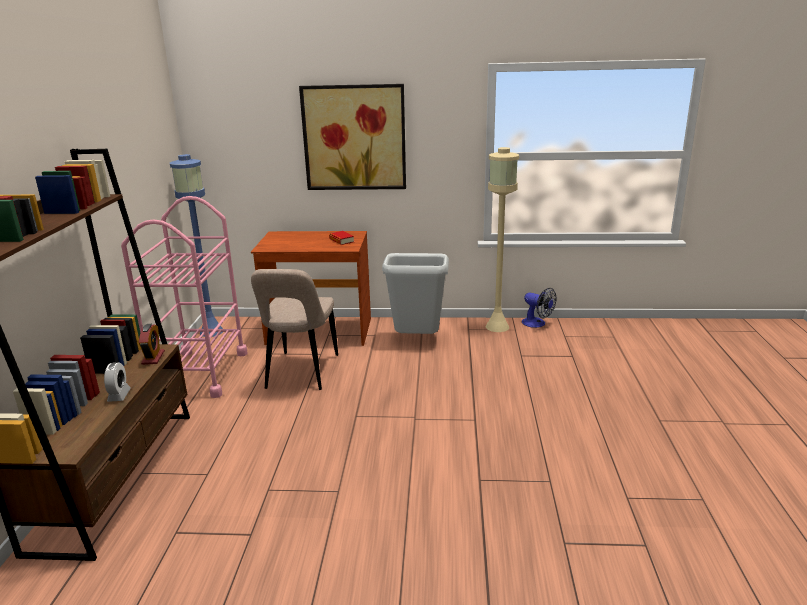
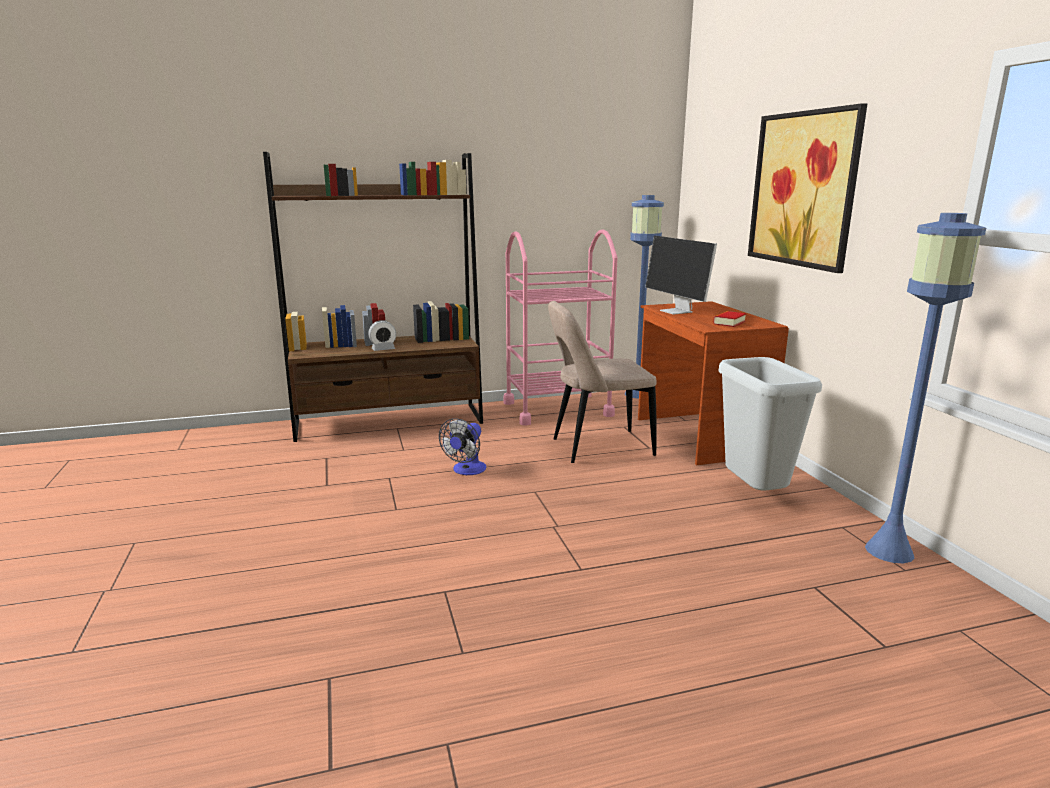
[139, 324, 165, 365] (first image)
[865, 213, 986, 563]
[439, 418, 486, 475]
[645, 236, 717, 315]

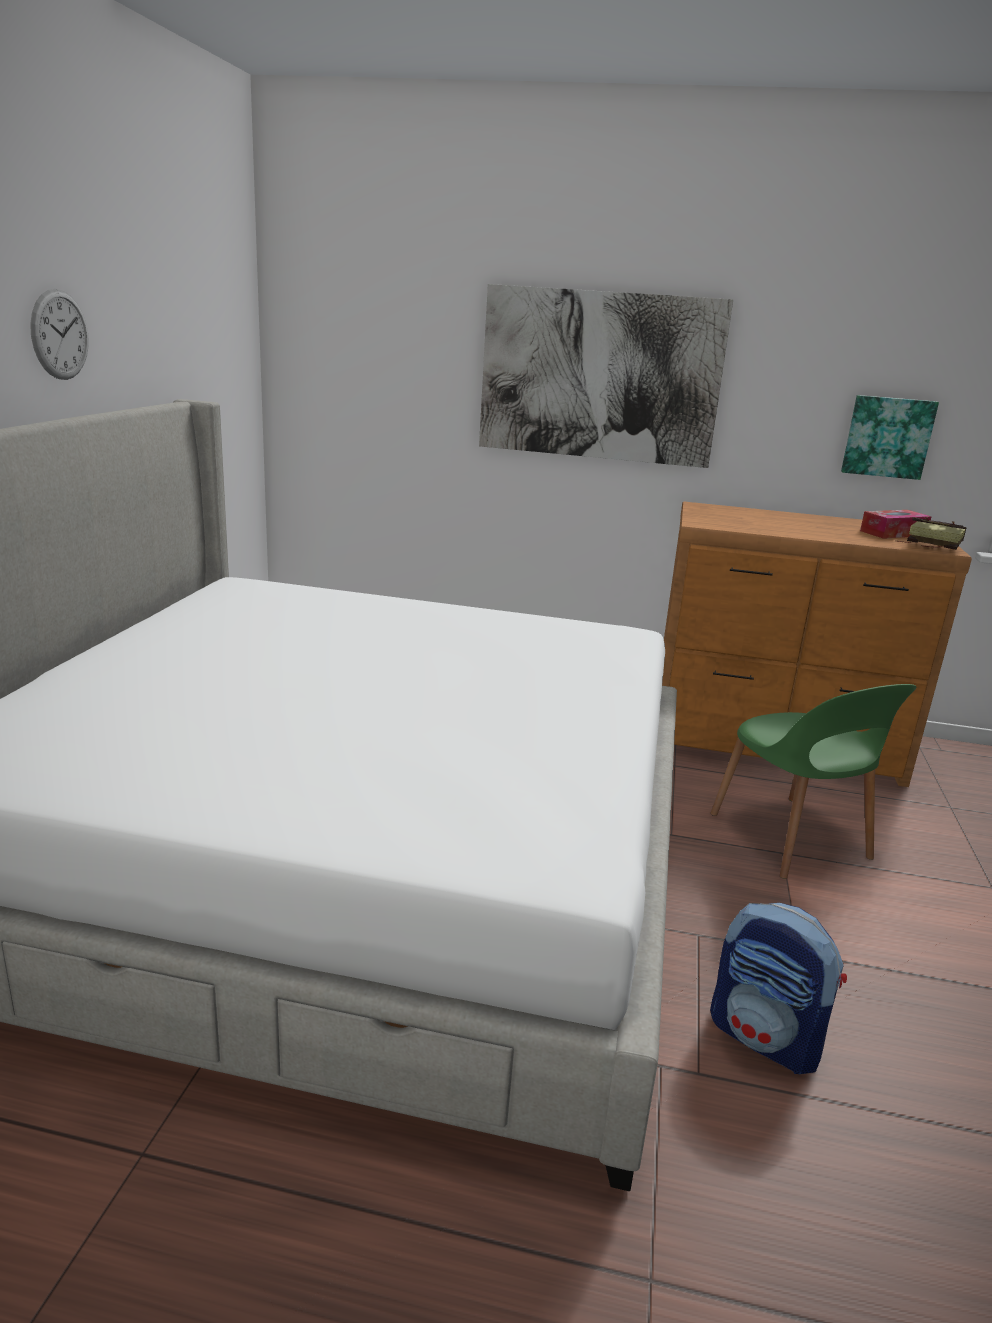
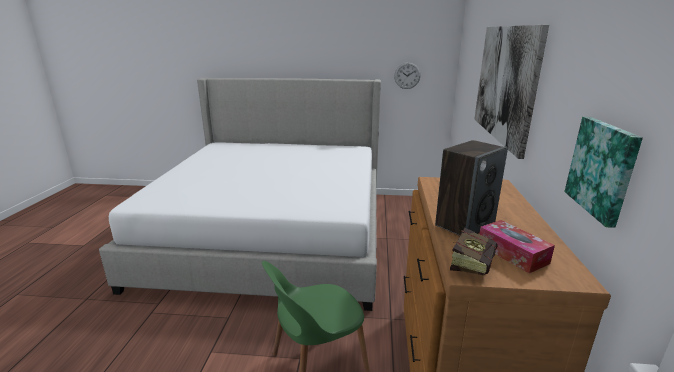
[394, 62, 421, 89]
[710, 903, 847, 1074] (first image)
[435, 140, 508, 236]

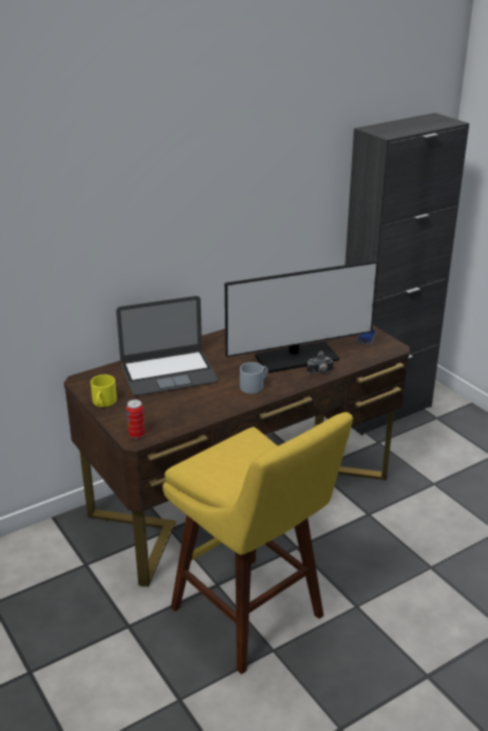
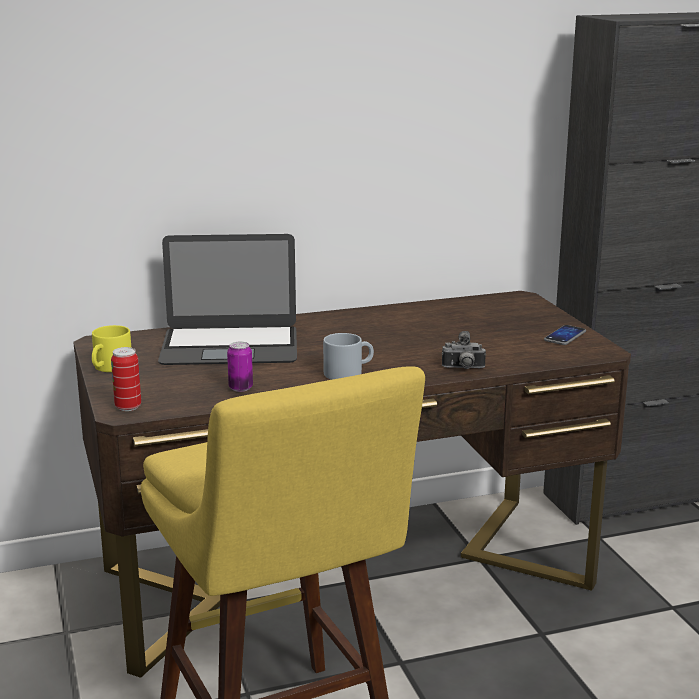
[225, 261, 378, 373] (first image)
[227, 342, 253, 392]

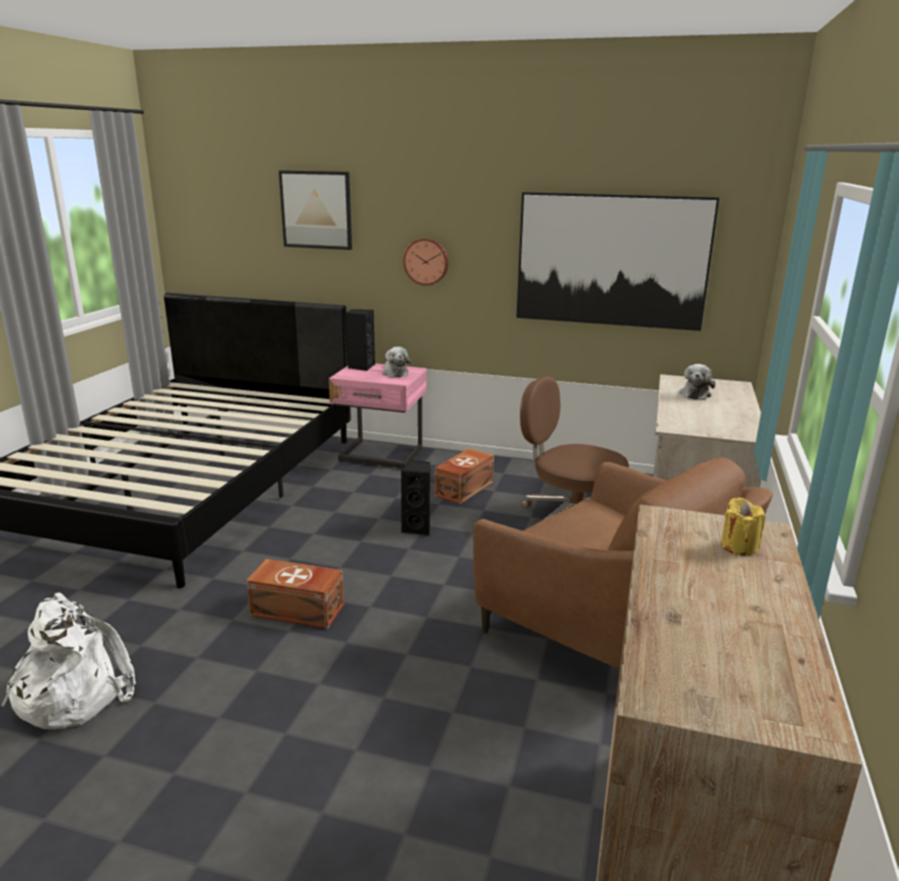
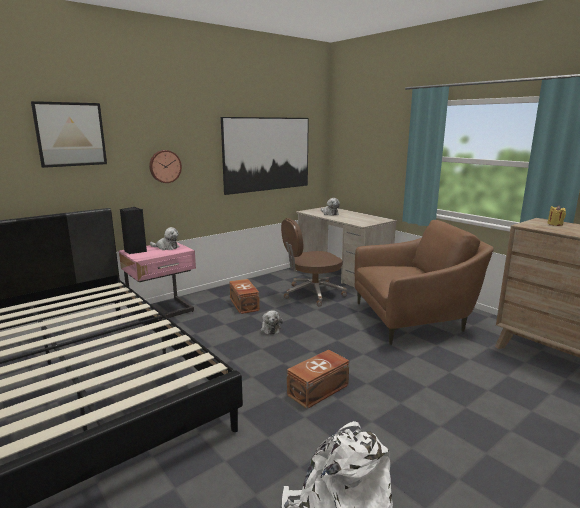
[260, 310, 283, 335]

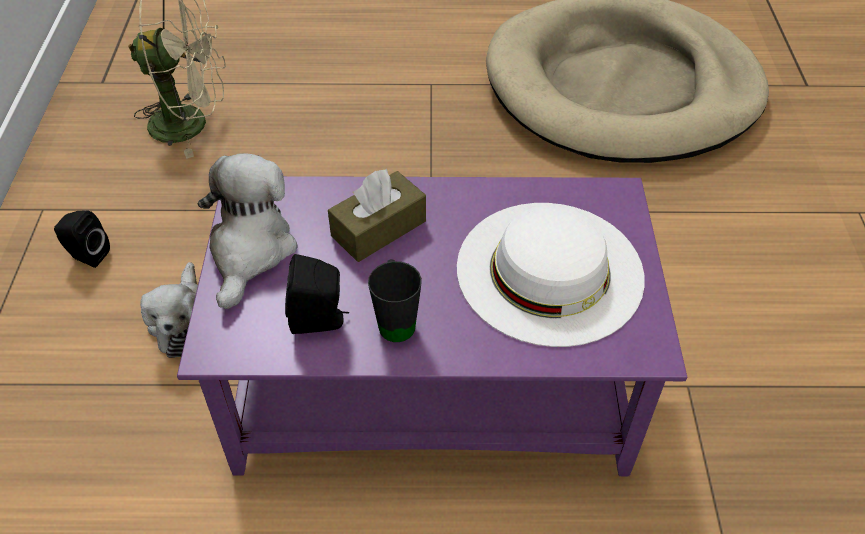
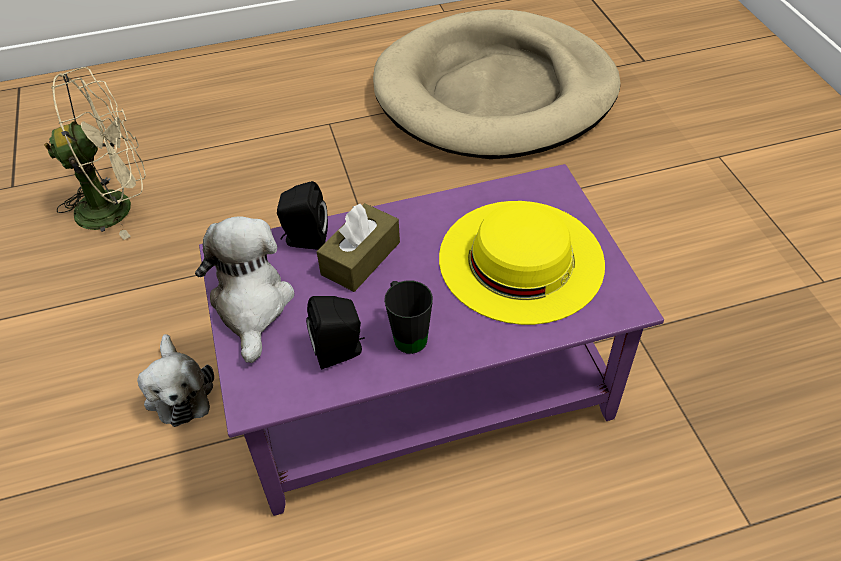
[277, 181, 328, 250]
[439, 201, 605, 325]

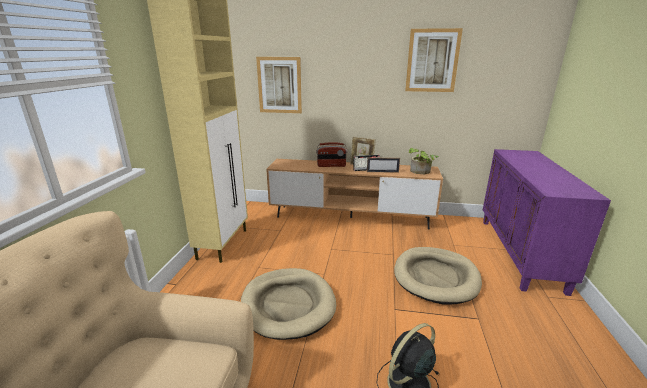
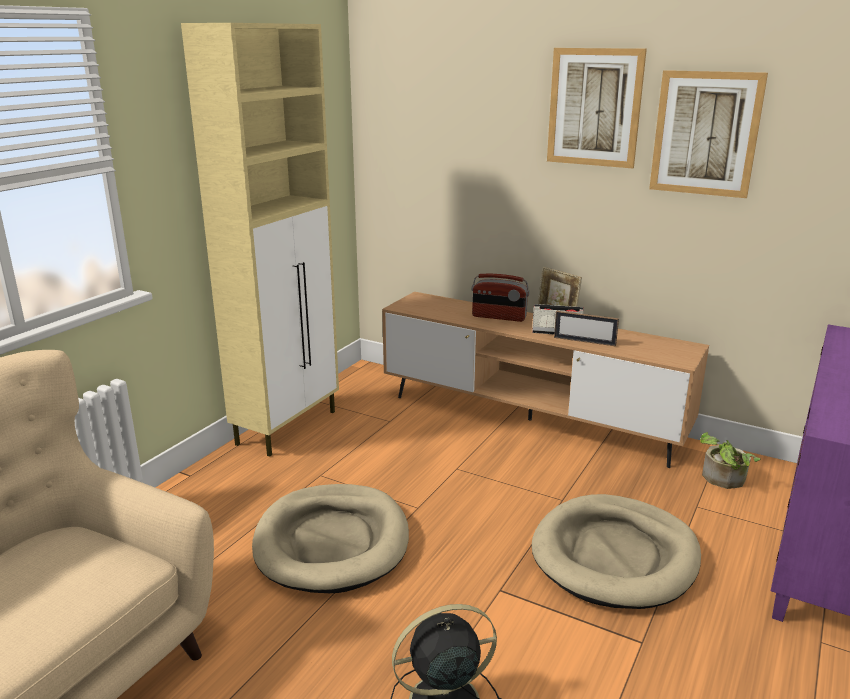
[547, 48, 647, 168]
[700, 432, 760, 489]

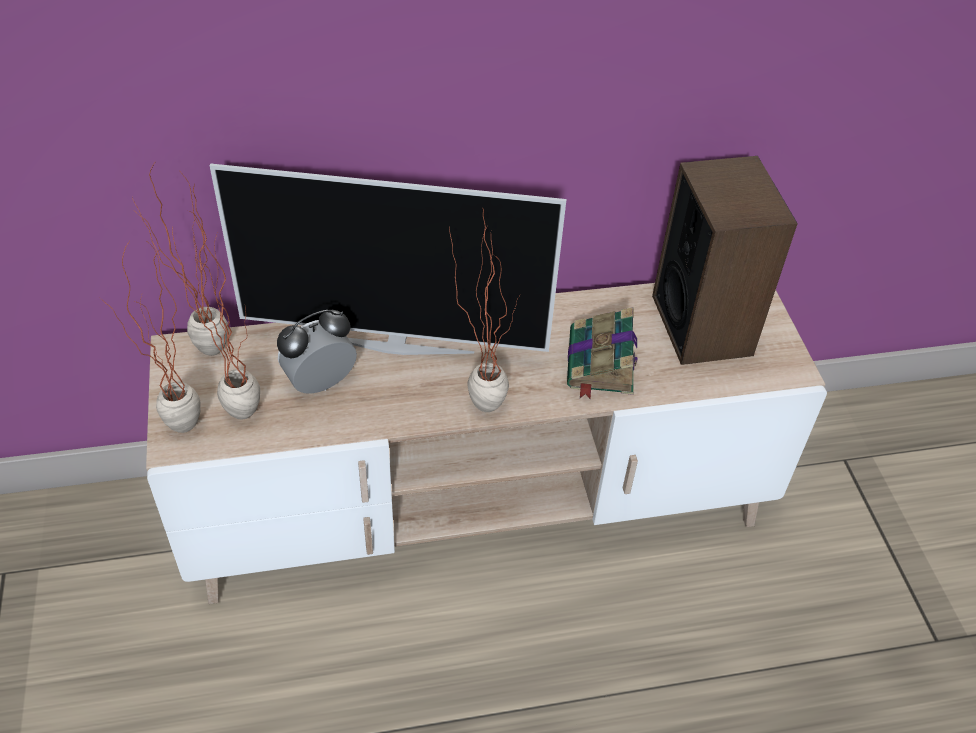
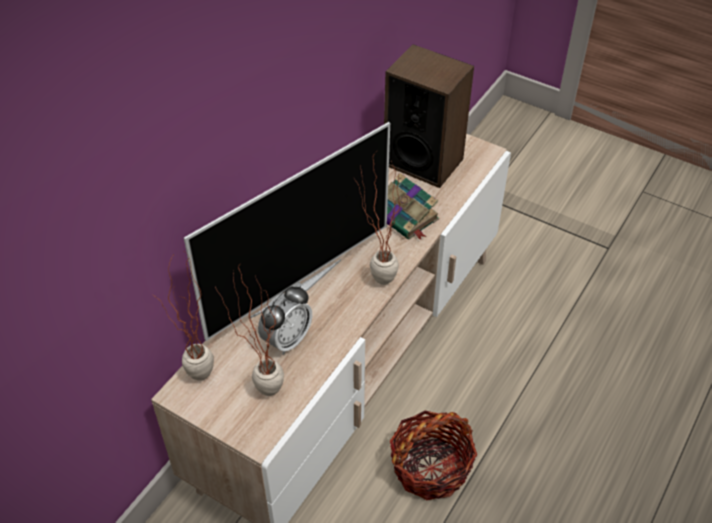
[100, 242, 201, 433] (first image)
[258, 285, 312, 355]
[390, 411, 477, 500]

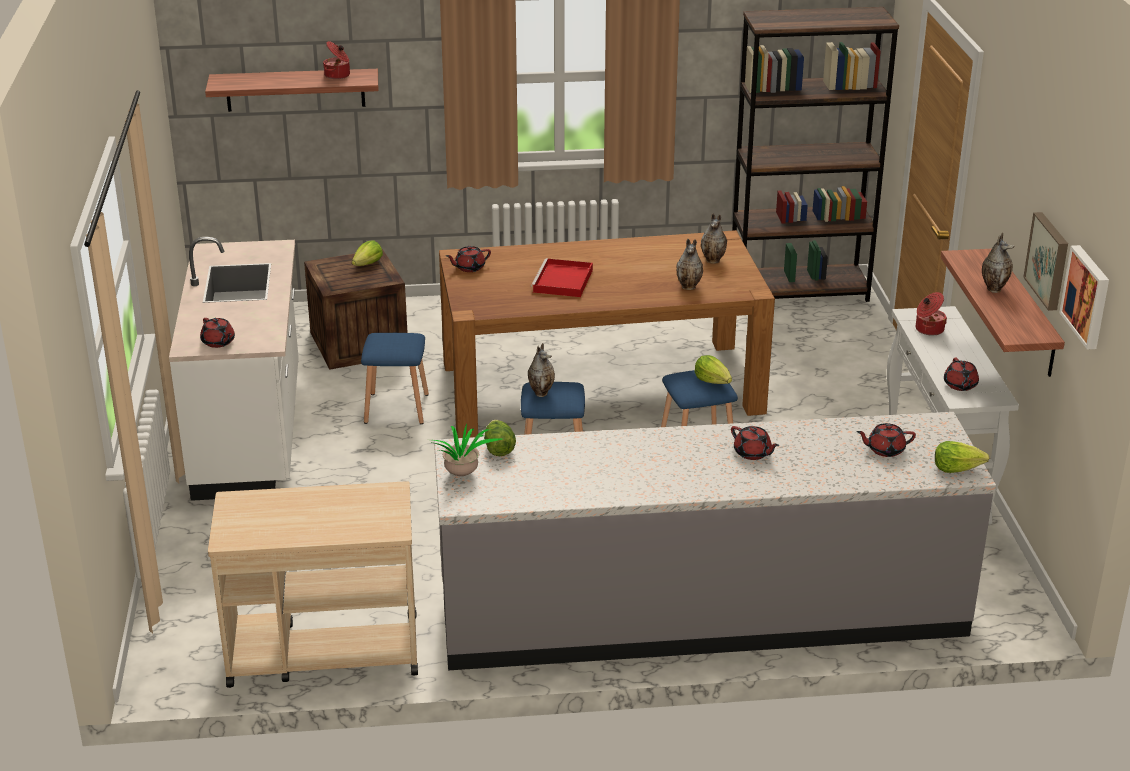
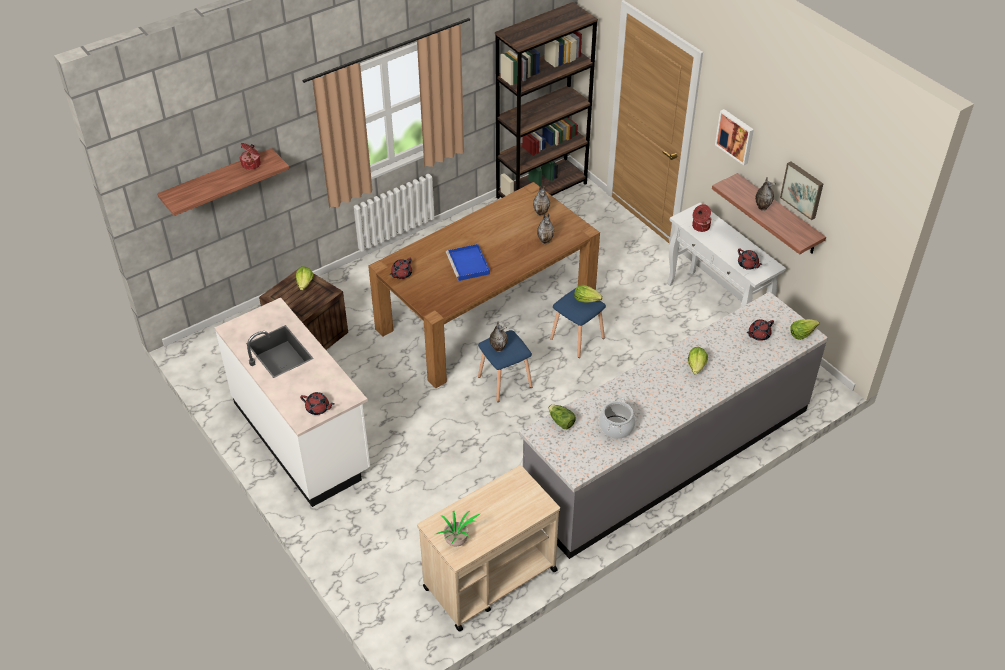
[361, 333, 429, 424] (first image)
[436, 511, 481, 546]
[446, 244, 490, 281]
[688, 347, 708, 375]
[715, 109, 754, 165]
[599, 397, 636, 439]

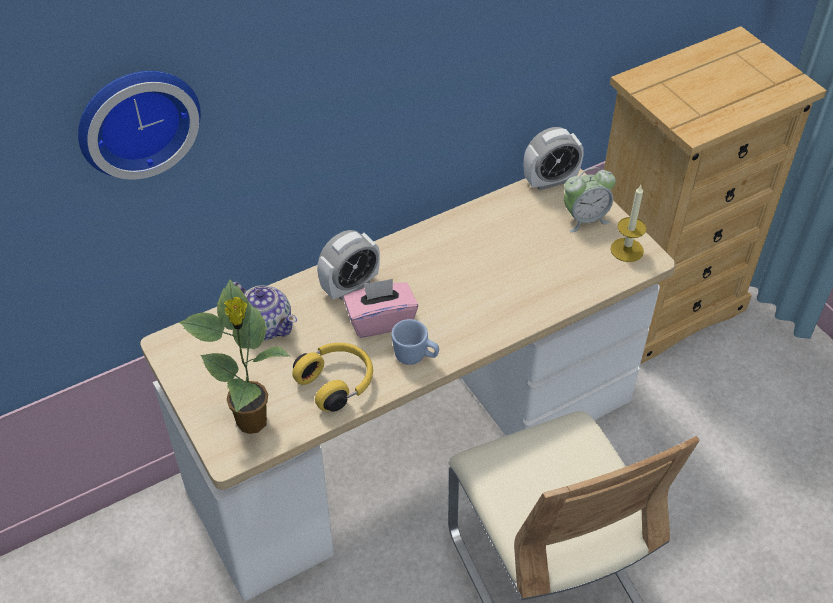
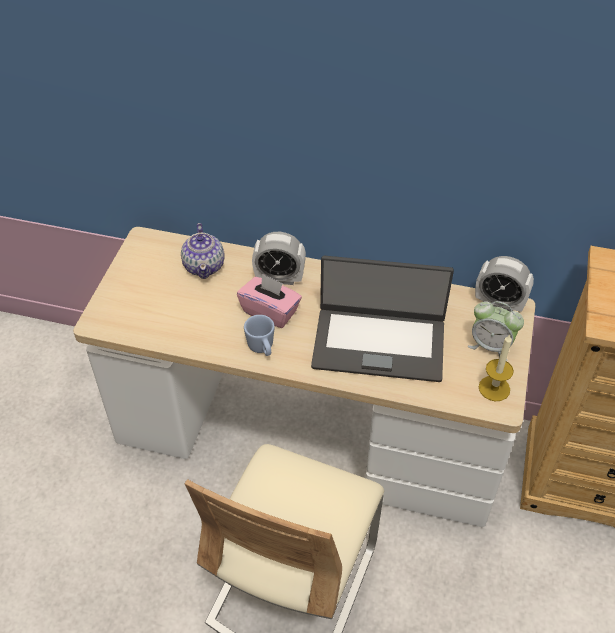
[78, 71, 201, 180] (first image)
[179, 279, 290, 434] (first image)
[292, 343, 373, 412] (first image)
[311, 256, 454, 382]

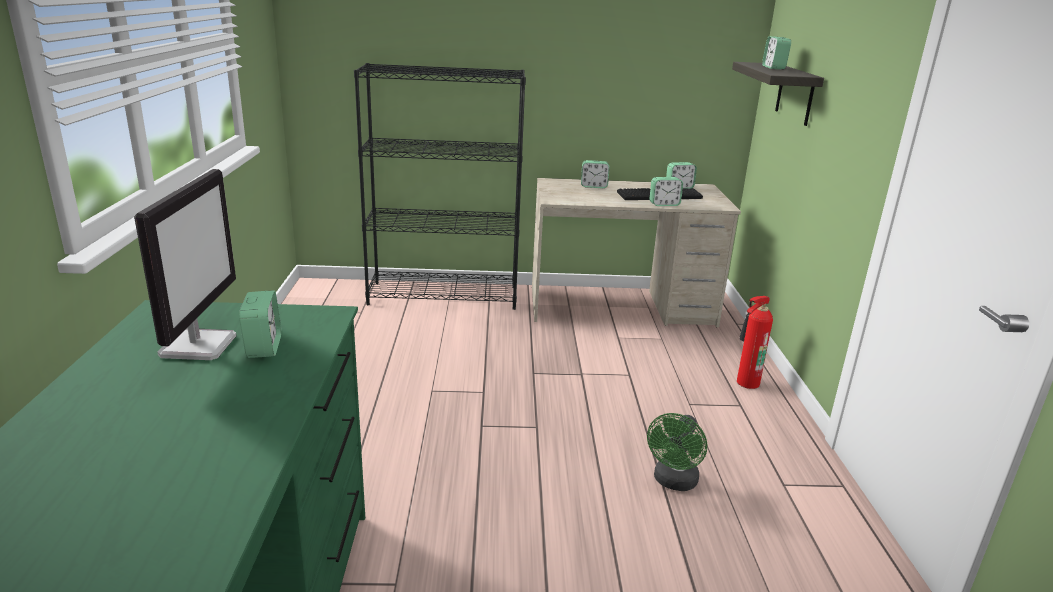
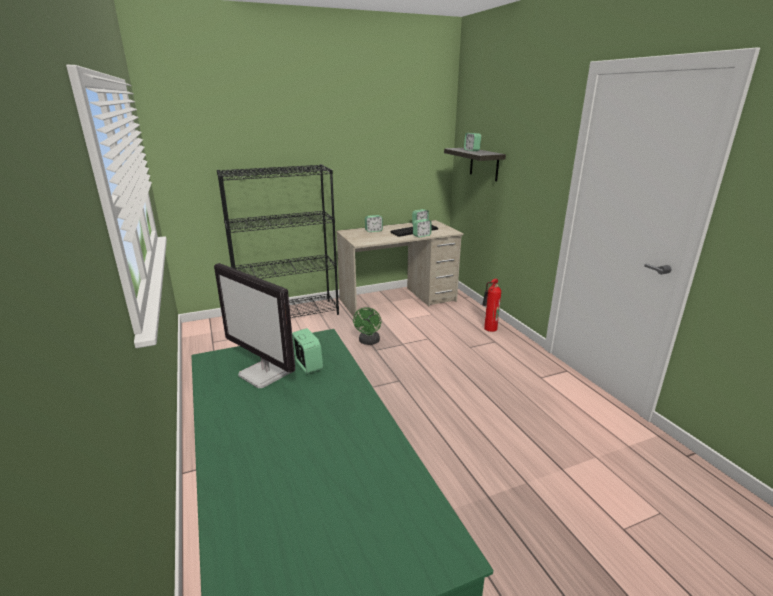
[214, 263, 295, 388]
[353, 307, 381, 345]

